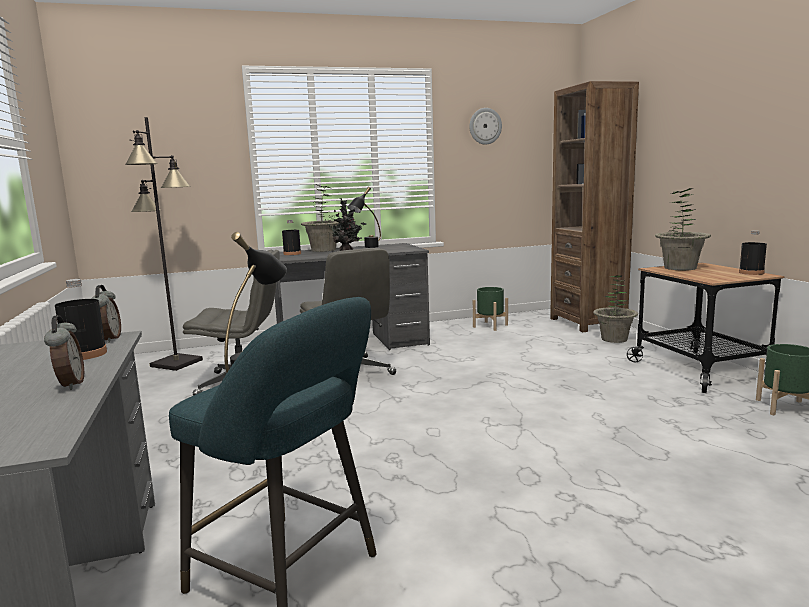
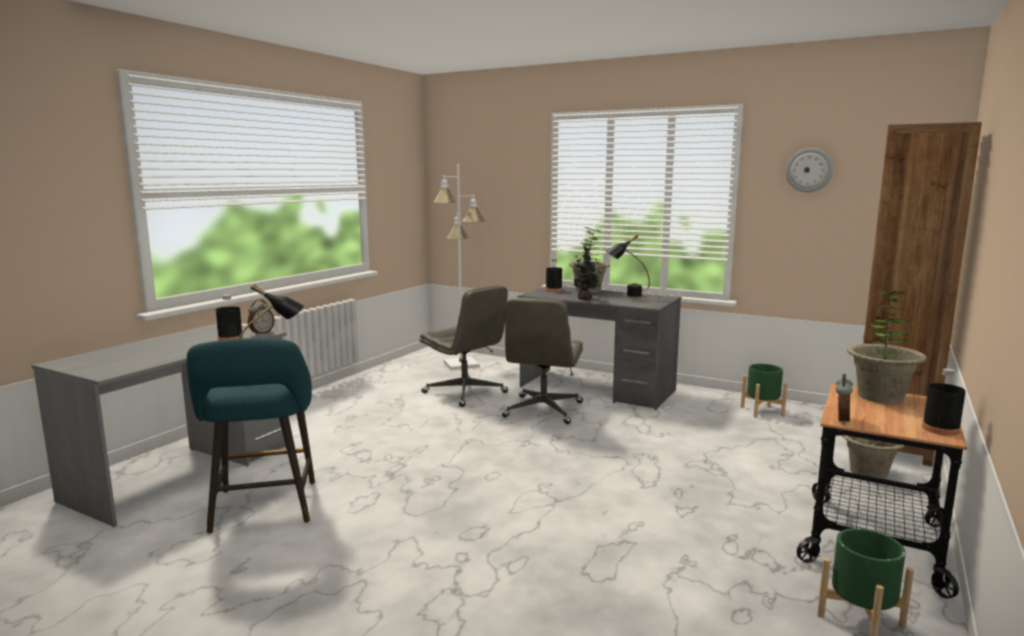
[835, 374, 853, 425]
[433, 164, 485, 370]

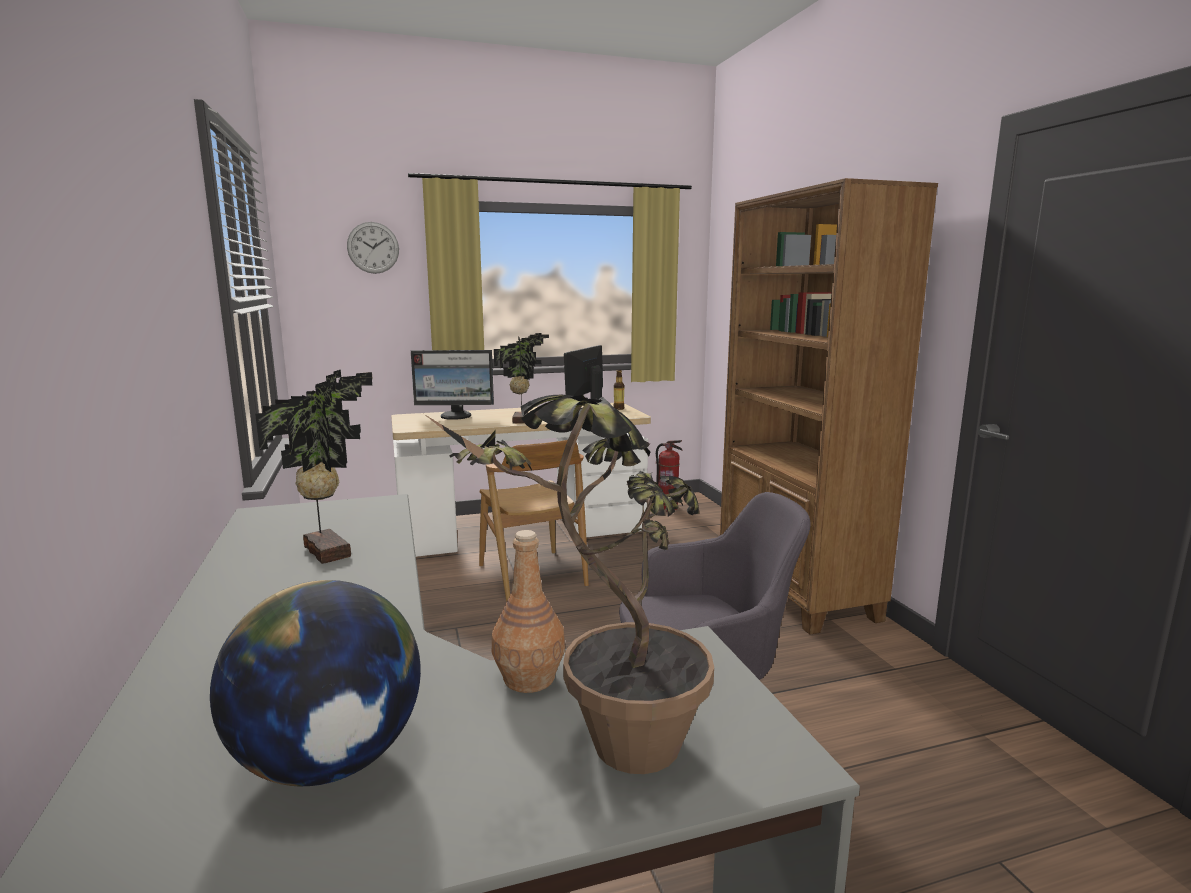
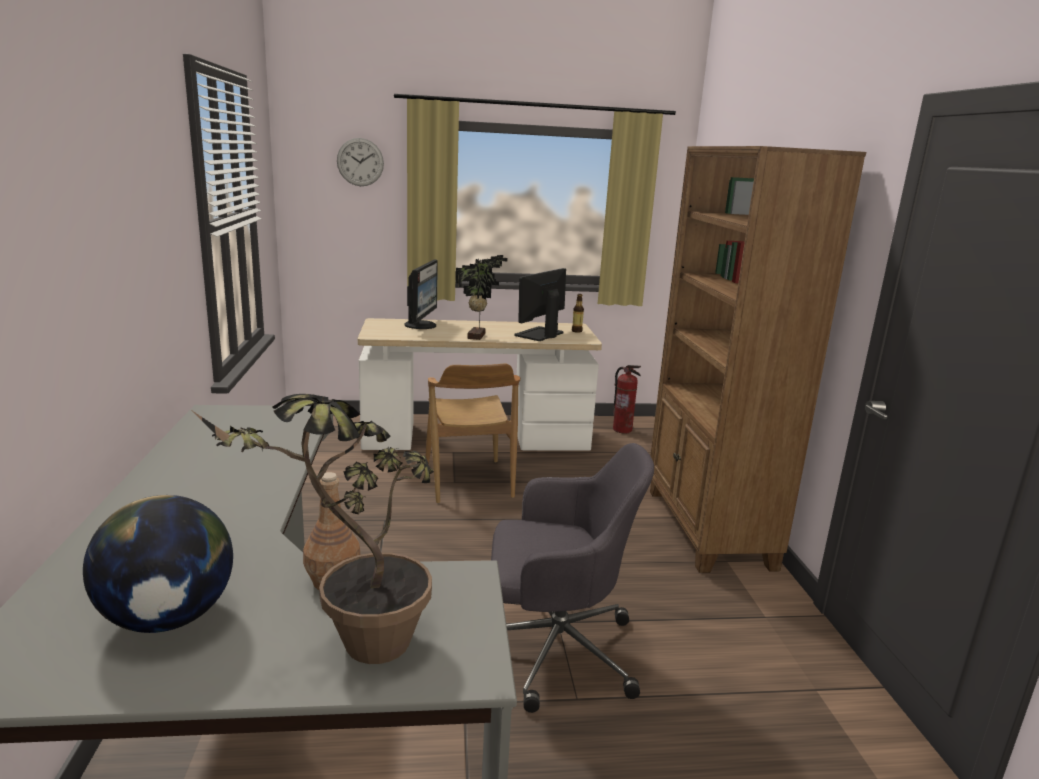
[255, 370, 373, 564] (first image)
[404, 260, 438, 329]

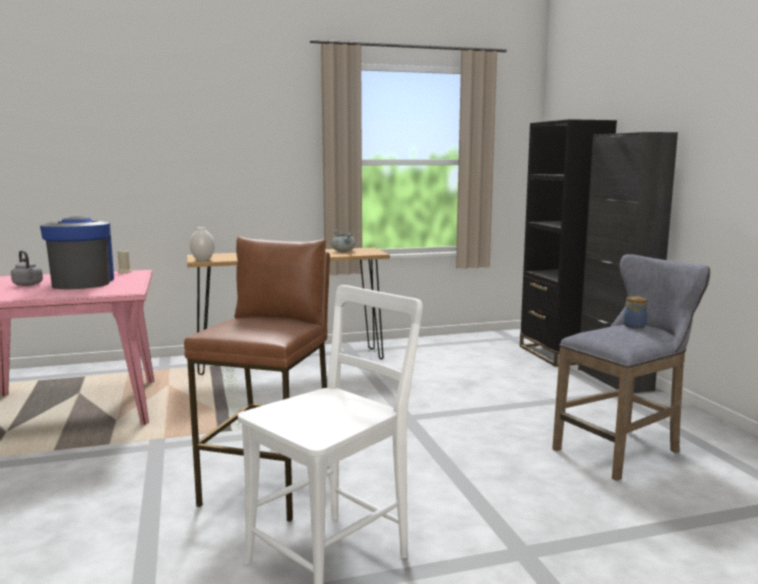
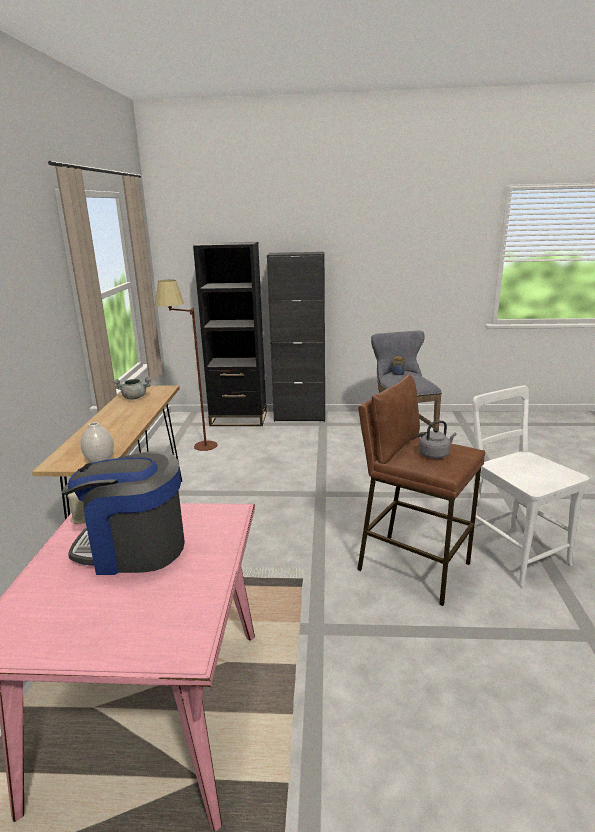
[419, 420, 457, 459]
[155, 280, 218, 451]

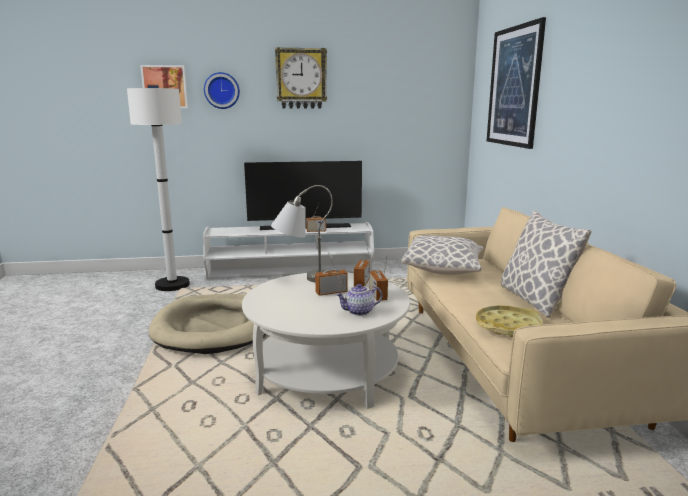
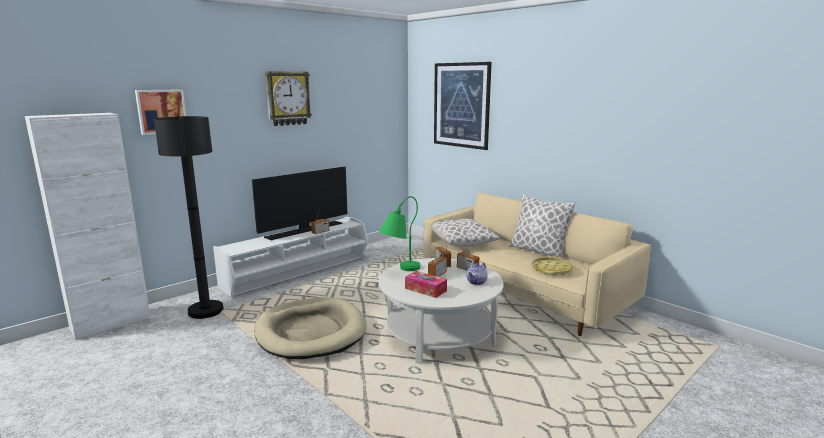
[154, 116, 224, 319]
[204, 72, 240, 109] (first image)
[379, 196, 420, 271]
[25, 113, 151, 340]
[405, 271, 447, 298]

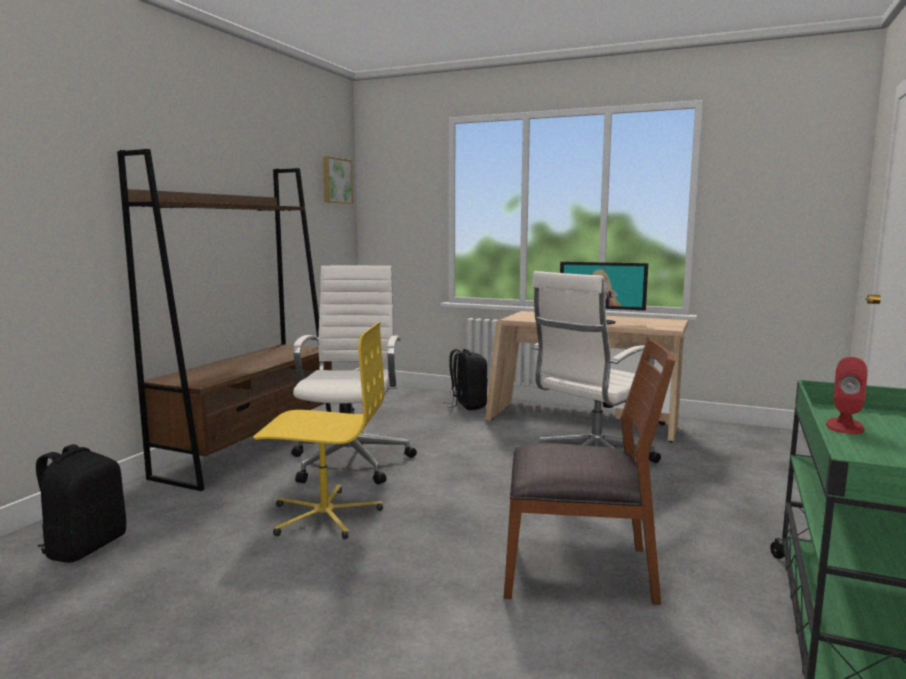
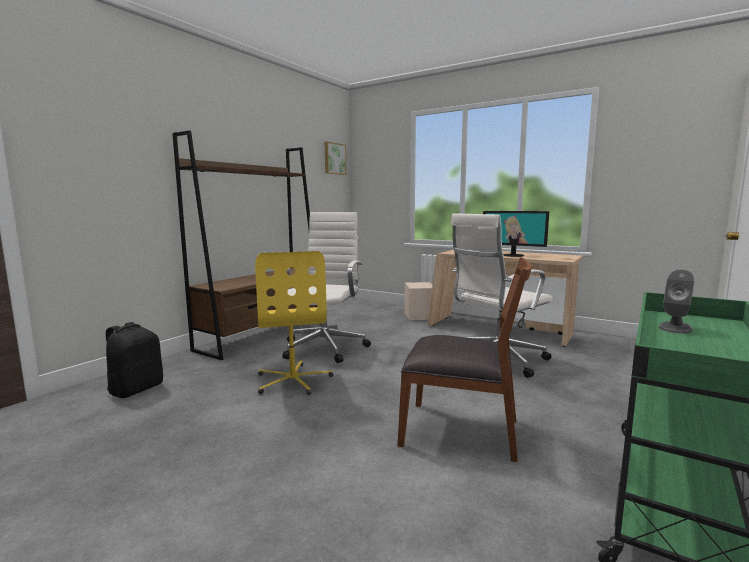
[255, 251, 333, 395]
[404, 282, 433, 320]
[659, 270, 694, 334]

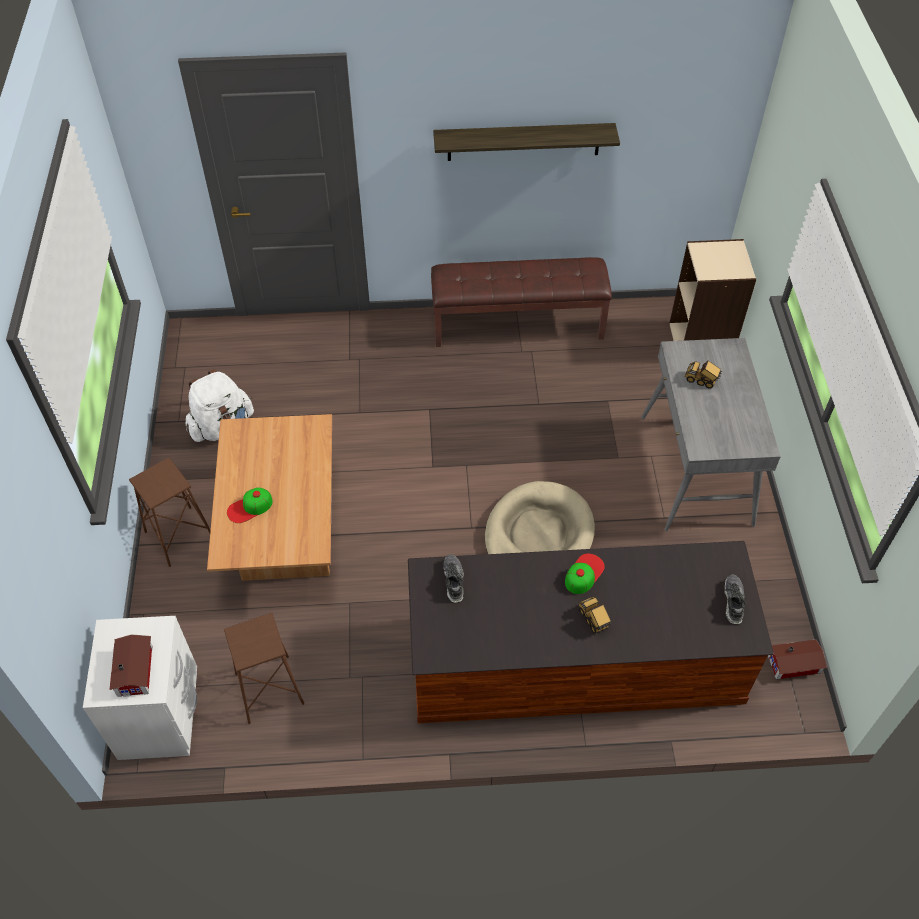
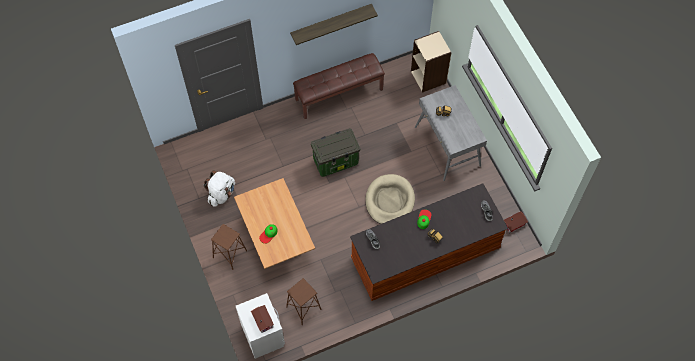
[311, 128, 360, 177]

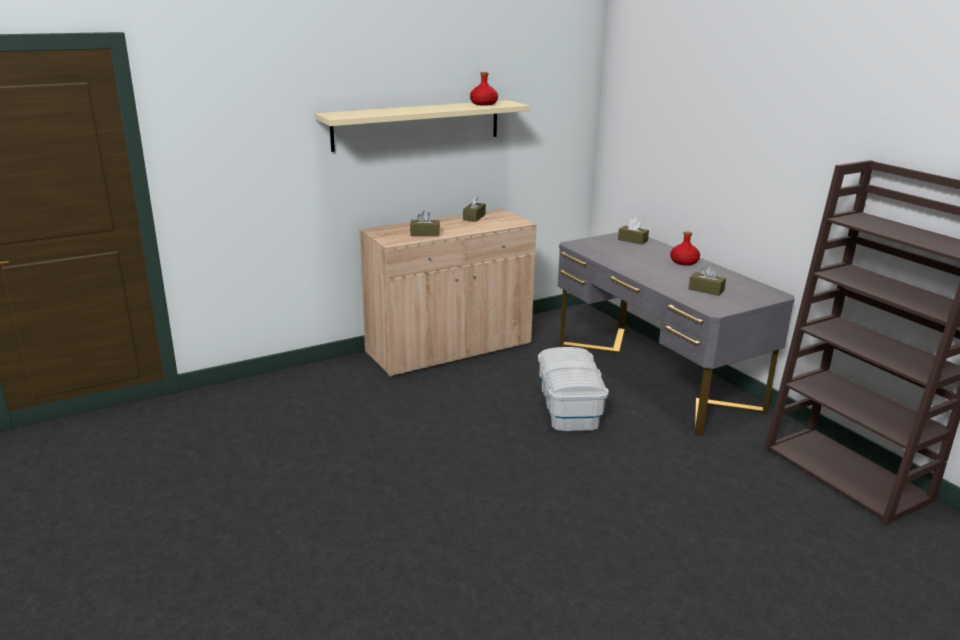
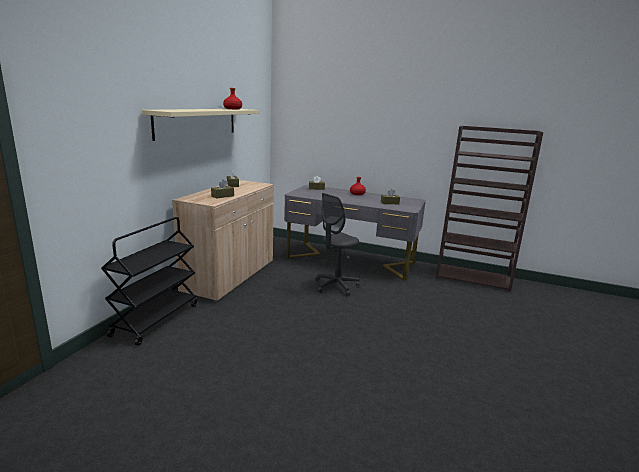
[315, 193, 360, 296]
[101, 217, 197, 346]

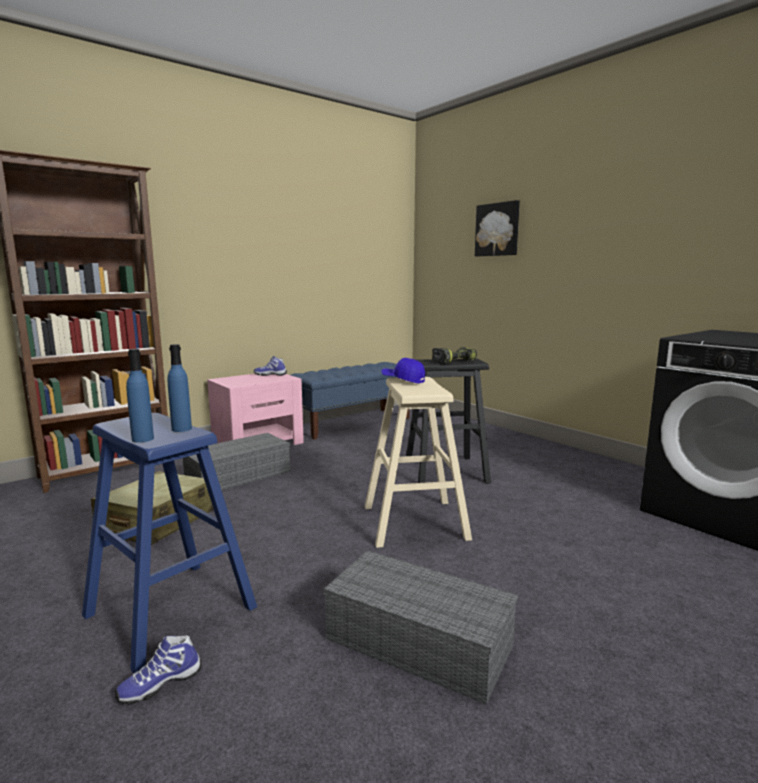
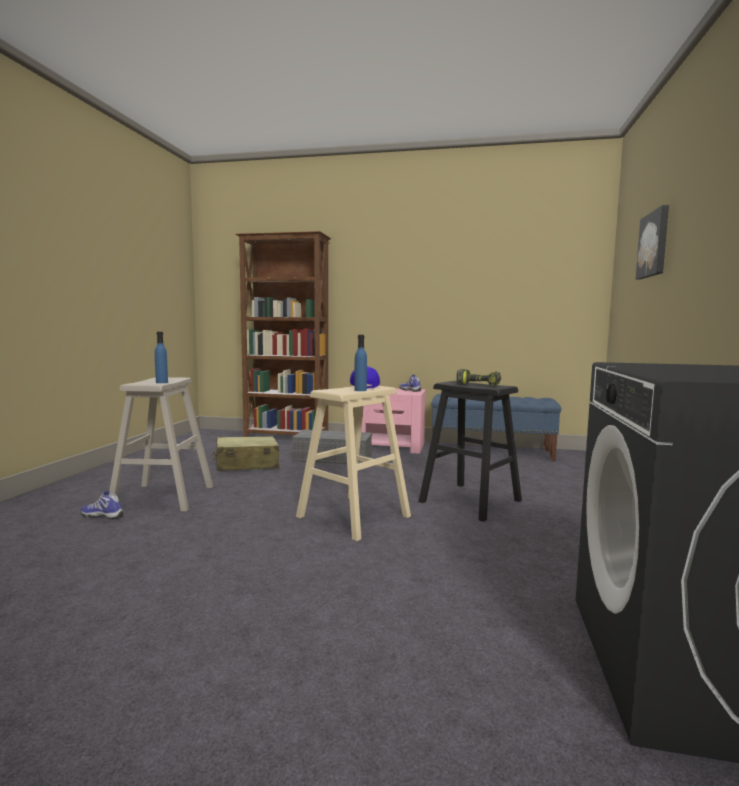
[109, 377, 213, 512]
[354, 335, 367, 391]
[324, 550, 518, 705] (first image)

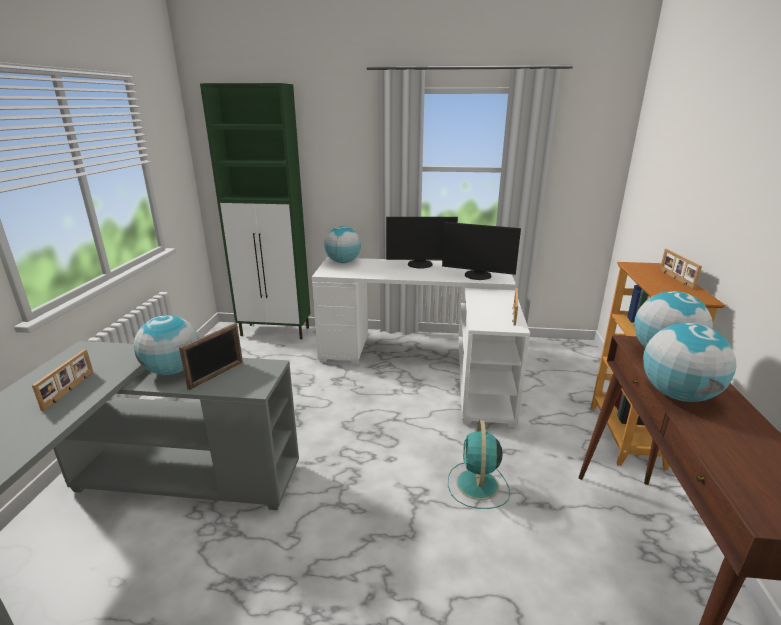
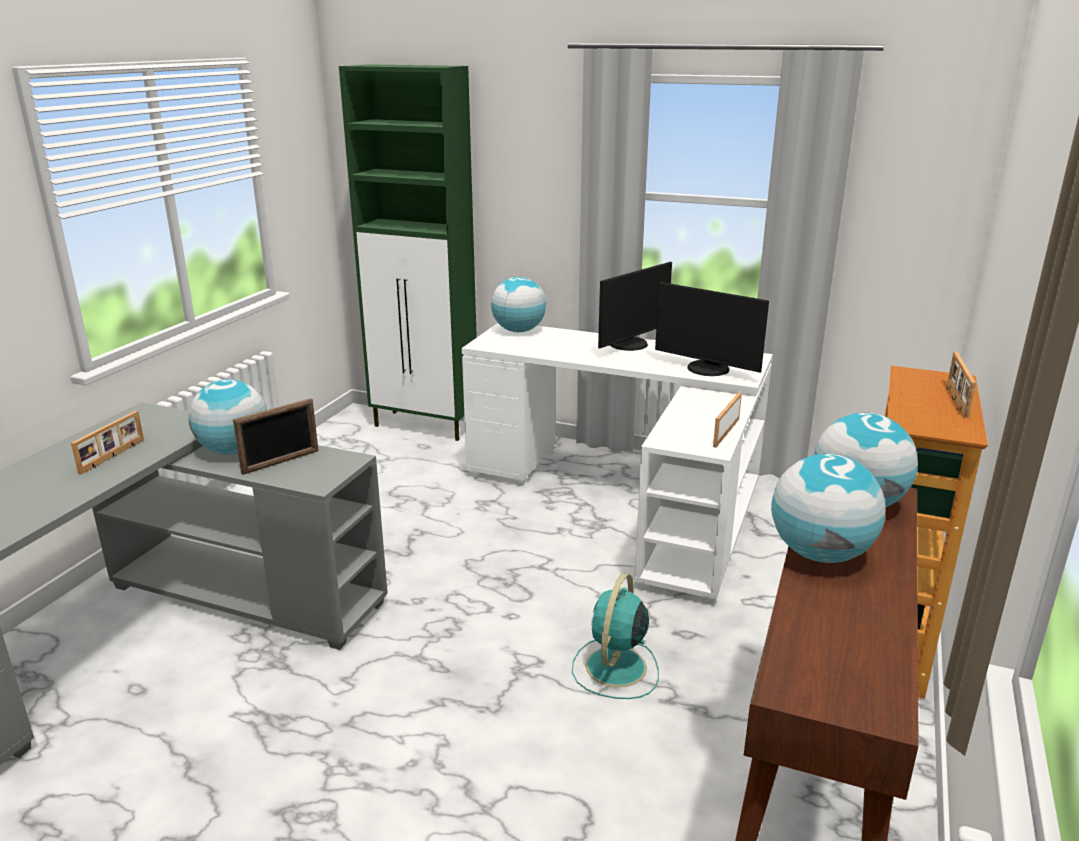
[598, 262, 672, 351]

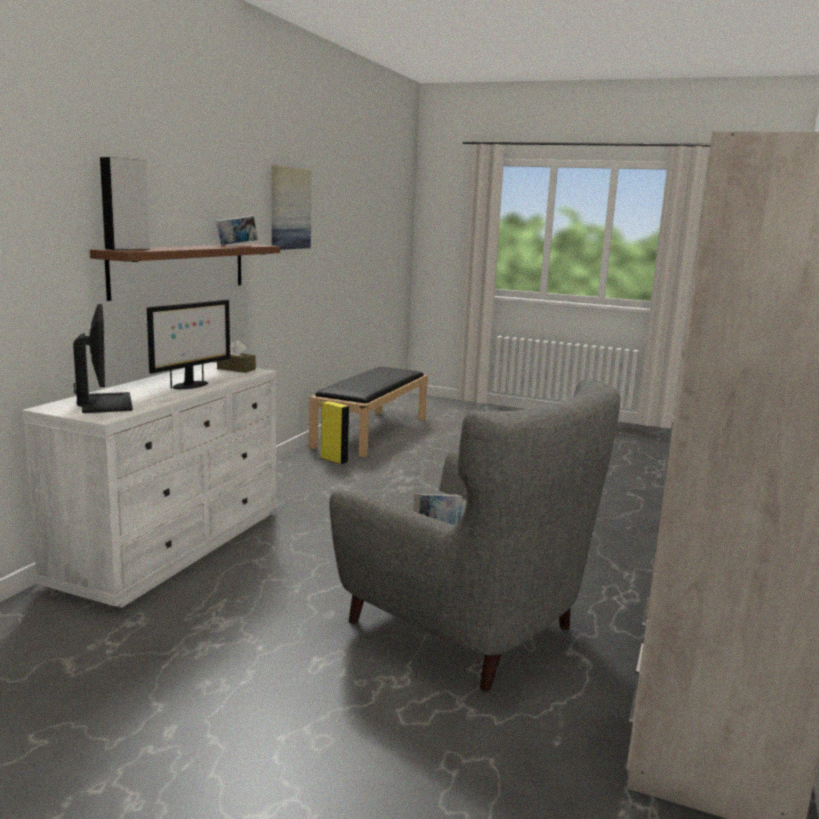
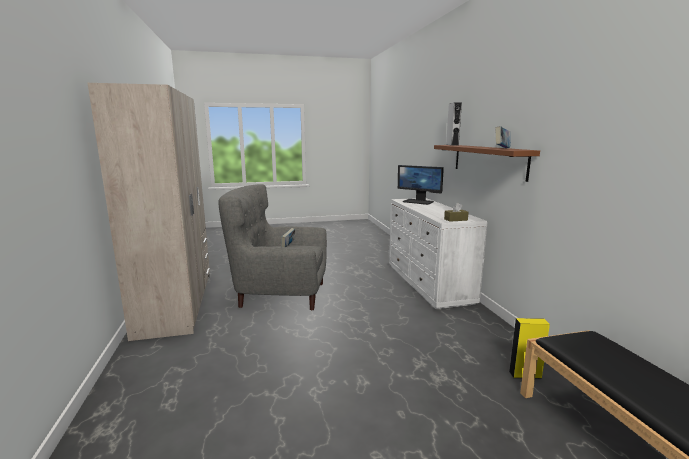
[147, 300, 230, 389] (first image)
[272, 165, 312, 250] (first image)

